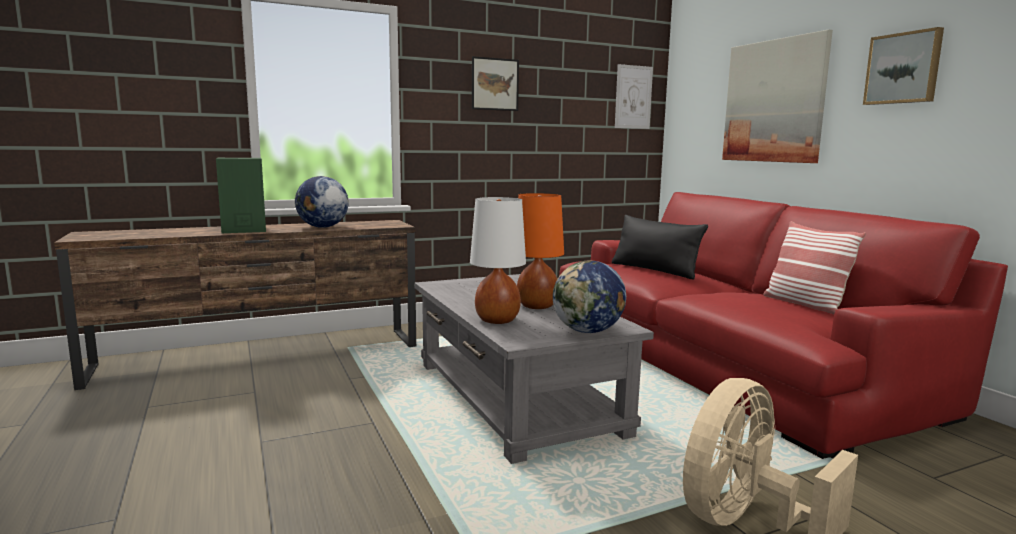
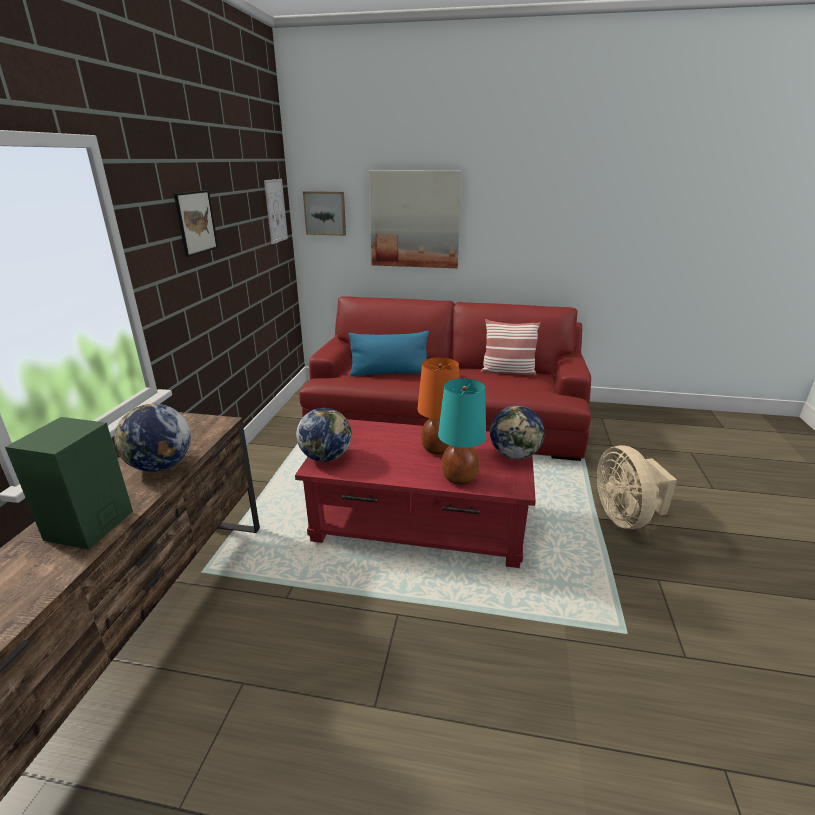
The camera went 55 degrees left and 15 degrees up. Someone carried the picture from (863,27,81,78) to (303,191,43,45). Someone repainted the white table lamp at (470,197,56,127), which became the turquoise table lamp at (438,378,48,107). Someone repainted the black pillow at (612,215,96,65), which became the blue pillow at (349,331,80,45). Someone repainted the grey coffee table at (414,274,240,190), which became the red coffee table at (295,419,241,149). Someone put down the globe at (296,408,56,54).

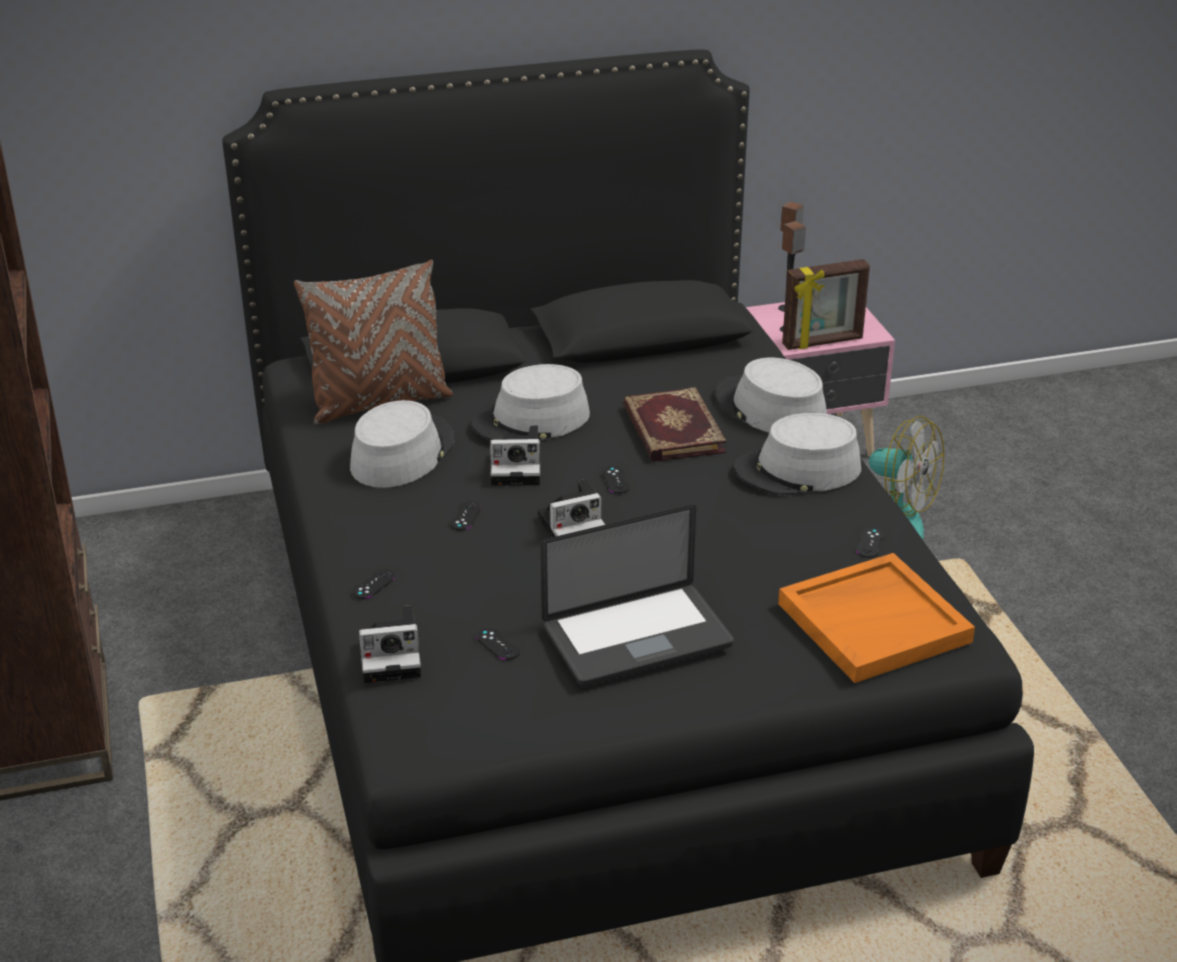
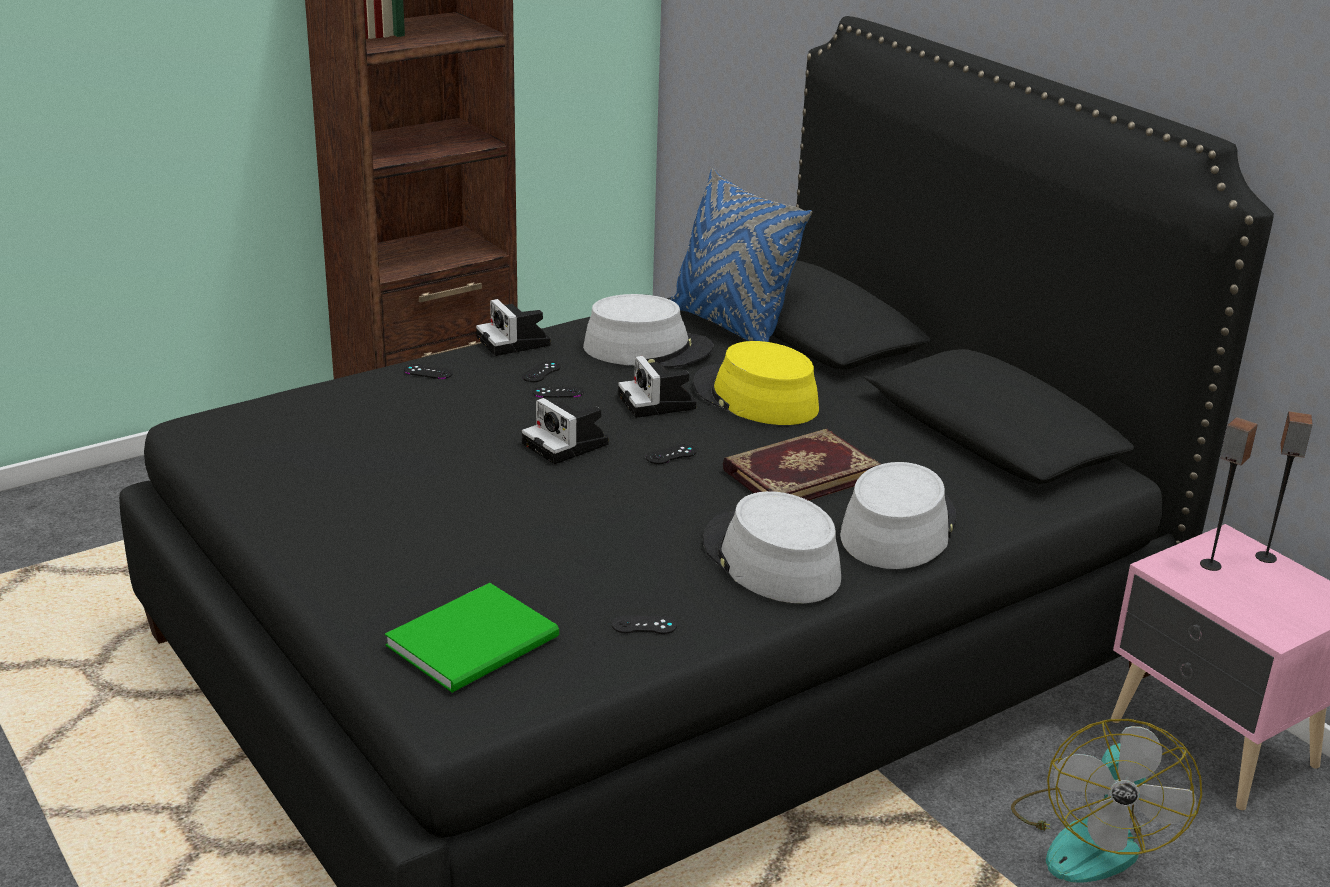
The camera went 70 degrees right and 5 degrees down. Someone took away the picture frame at (782,259,88,91). Someone repainted the brown pillow at (294,260,159,165), which became the blue pillow at (670,169,142,173). Someone repainted the grey hat at (472,364,118,78), which became the yellow hat at (693,341,126,84). Someone took away the laptop at (540,505,194,181). Someone swapped the orange tray at (778,553,197,130) for the green book at (385,583,174,110). Someone carried the photo camera from (359,605,62,78) to (476,299,75,57). Someone carried the black game controller from (476,628,44,32) to (522,361,39,21).

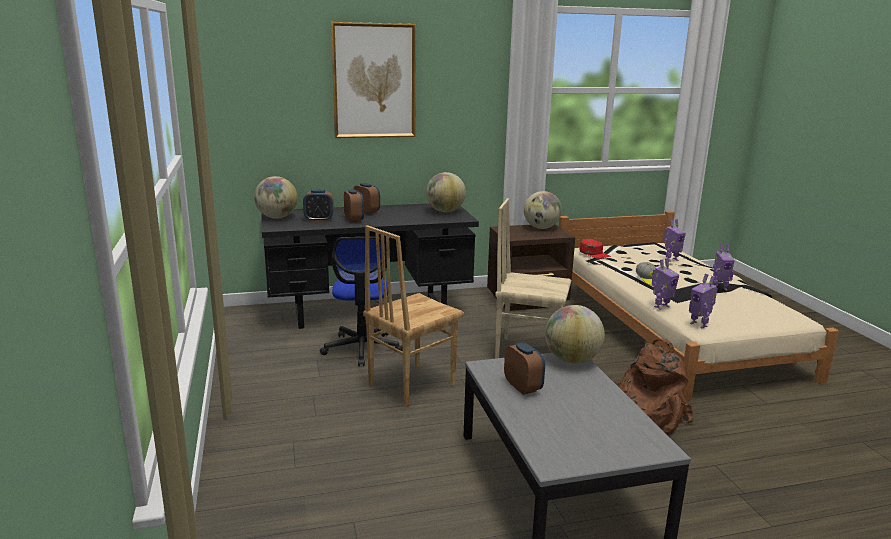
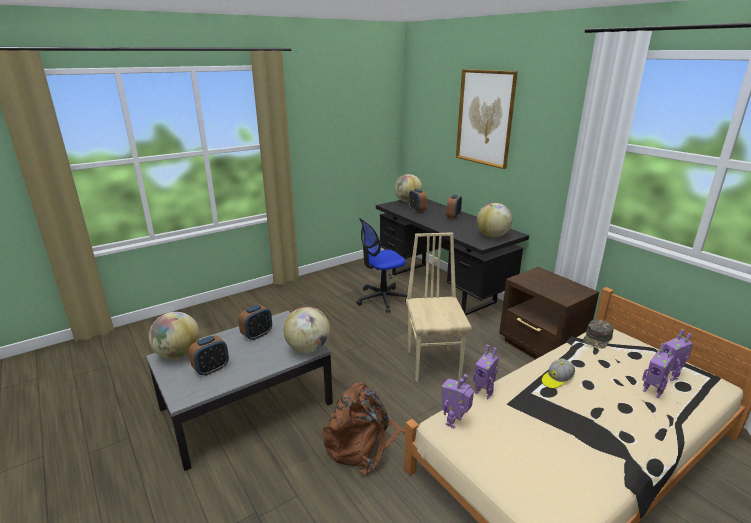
The camera went 70 degrees right and 5 degrees up. Someone carried the alarm clock from (344,189,20,33) to (188,335,41,41). Someone carried the globe from (524,191,38,38) to (149,312,51,47). Someone took away the brown chair at (363,225,101,182). Someone repainted the red cap at (580,239,31,20), which became the green cap at (583,319,31,29). Someone carried the toy robot from (712,244,23,47) to (663,329,30,52).

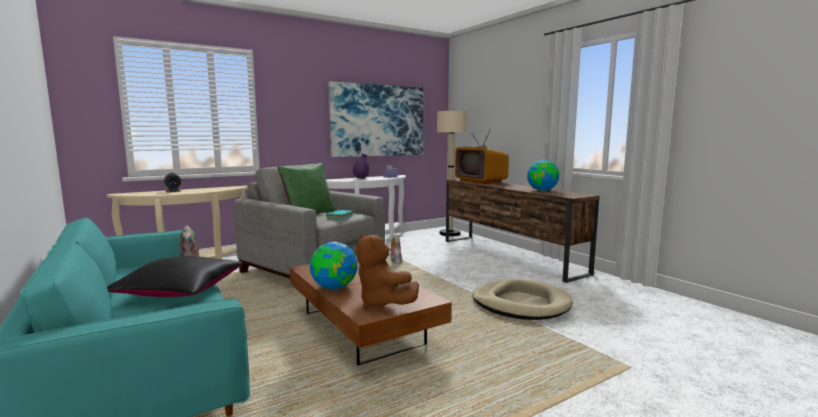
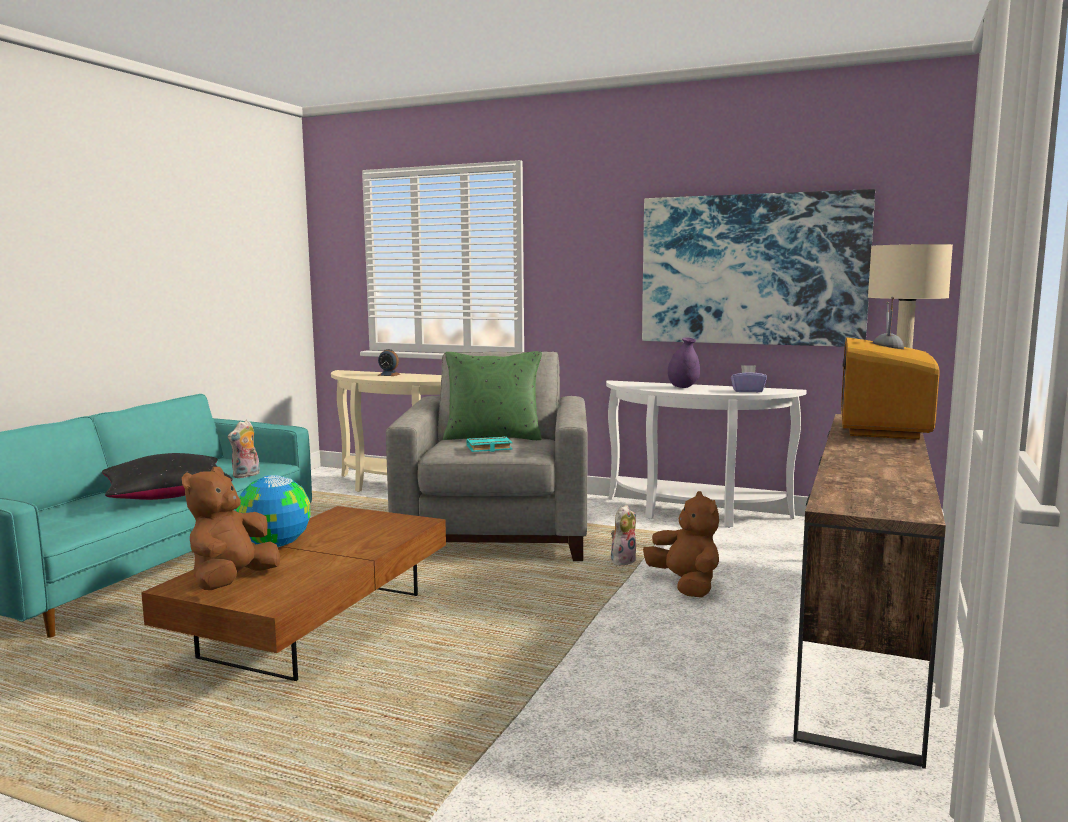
The camera went 55 degrees right and 0 degrees up. Someone took away the globe at (527,160,32,31). Someone took away the beige dog bed at (472,278,101,42). Someone put down the brown plush toy at (643,491,76,107).

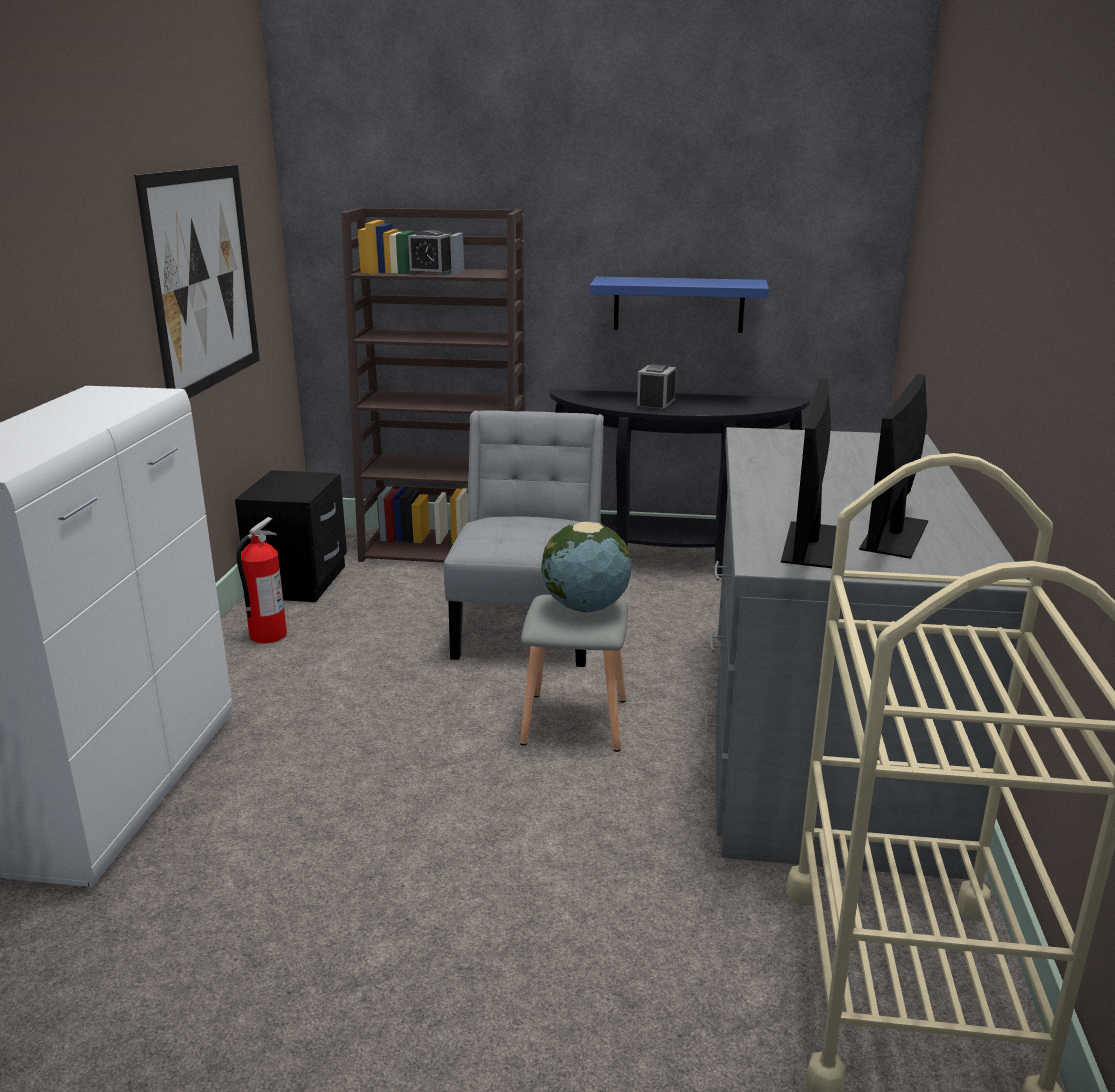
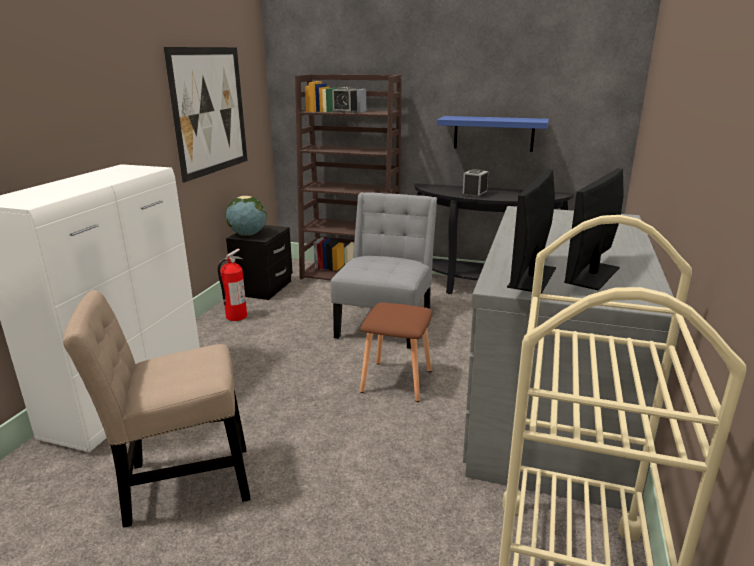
The camera went 10 degrees right and 0 degrees up. Someone carried the globe from (541,521,91,92) to (226,196,41,40). Someone repainted the grey stool at (520,595,108,157), which became the brown stool at (360,302,73,100). Someone put down the beige chair at (63,290,187,238).

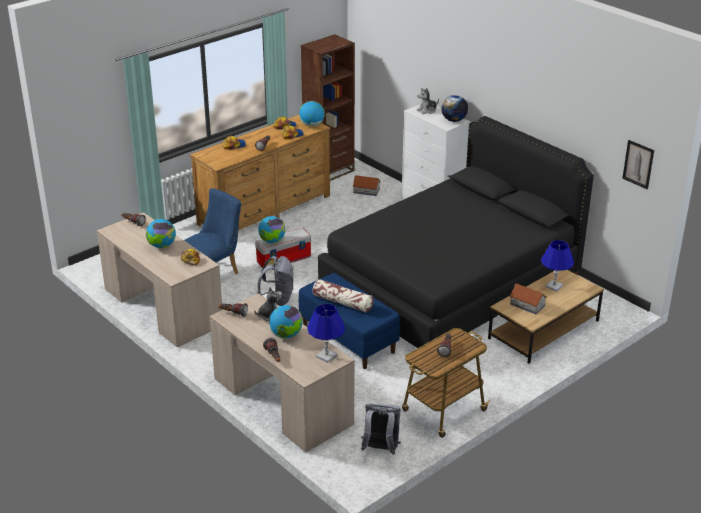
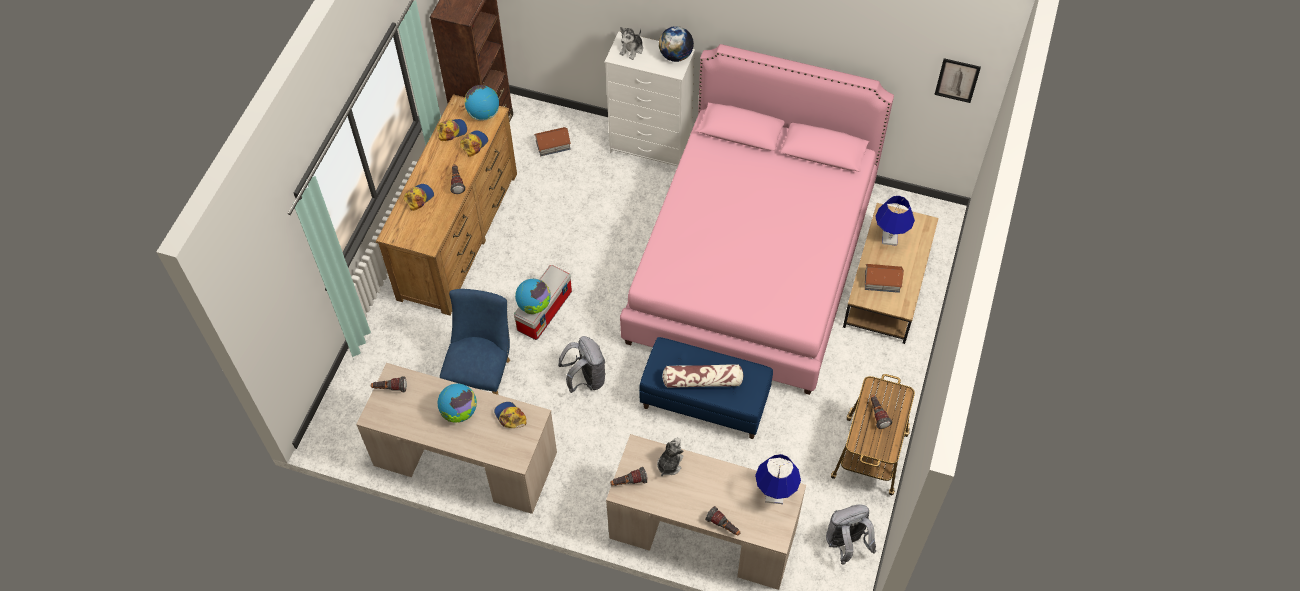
The camera went 30 degrees left and 25 degrees up. Someone repainted the black bed at (318,116,276,232), which became the pink bed at (620,44,274,351). Someone took away the globe at (269,305,33,33).

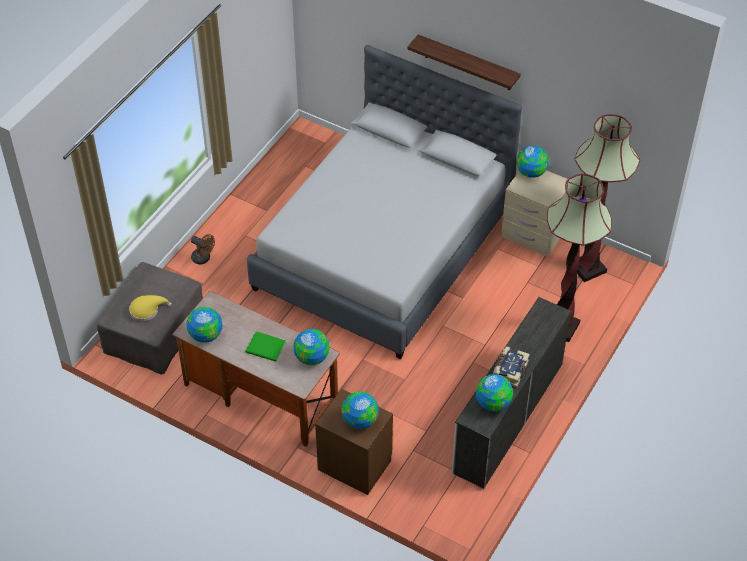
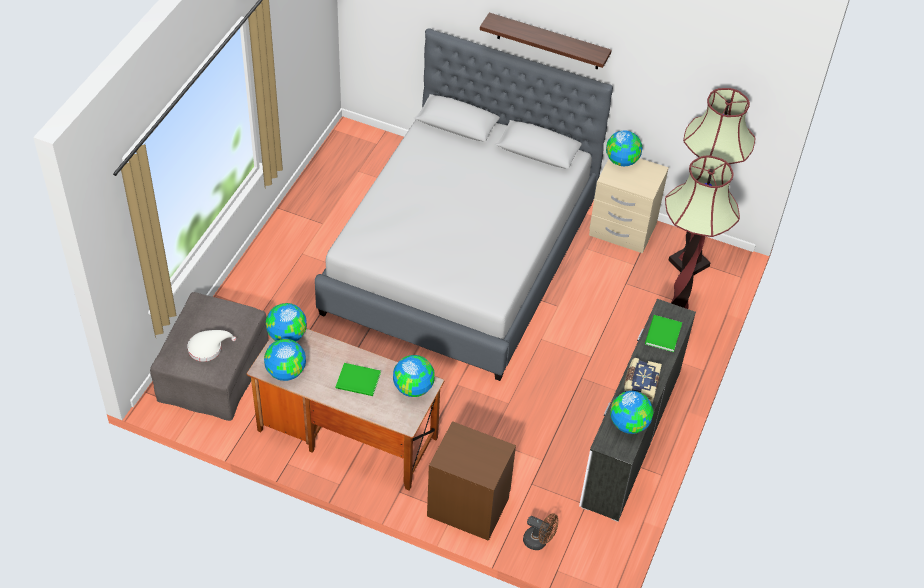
The camera went 10 degrees left and 0 degrees up. Someone carried the brown fan from (191,234,24,31) to (523,513,35,37). Someone repainted the yellow hat at (129,295,43,27), which became the white hat at (187,330,49,32). Someone carried the globe from (342,392,36,37) to (266,303,41,39). Someone put down the green book at (645,315,37,37).

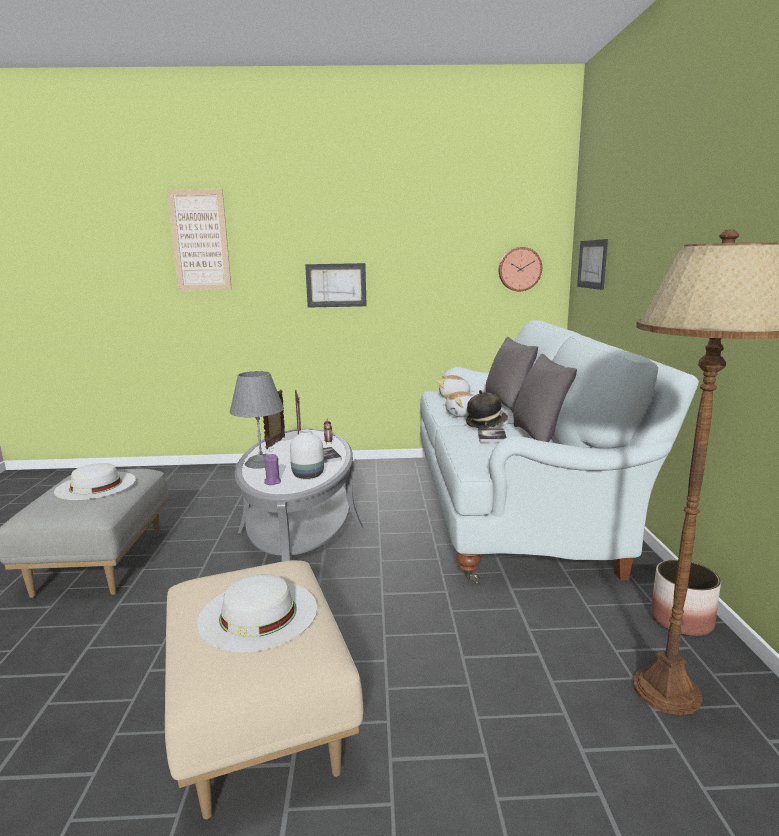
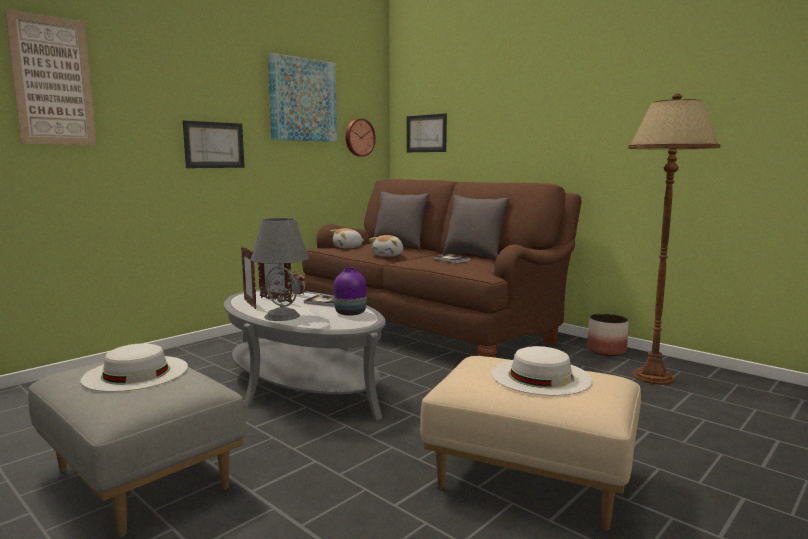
The camera went 45 degrees left and 5 degrees down. Someone repainted the white sofa at (420,320,279,263), which became the brown sofa at (302,179,280,178). Someone took away the hat at (466,390,42,38). Someone repainted the white vase at (290,430,34,49), which became the purple vase at (334,267,33,49). Someone took away the purple candle at (264,454,17,31). Someone put up the picture at (268,53,69,89).

